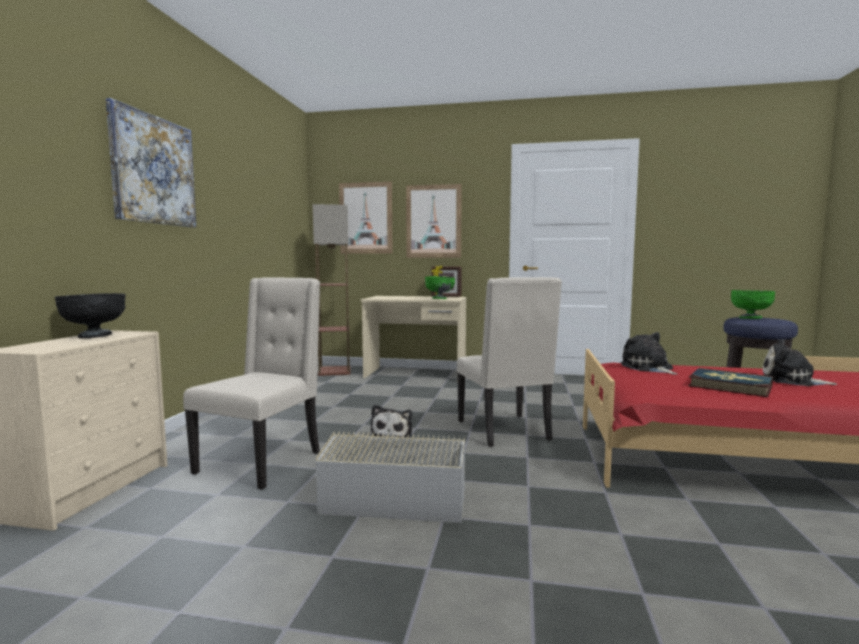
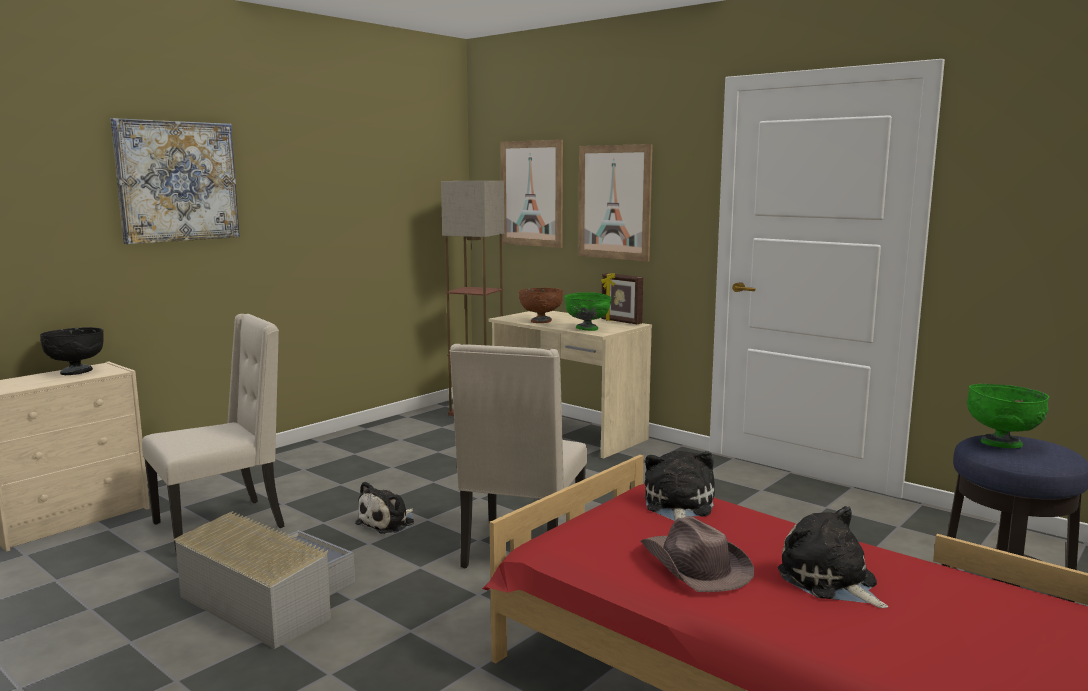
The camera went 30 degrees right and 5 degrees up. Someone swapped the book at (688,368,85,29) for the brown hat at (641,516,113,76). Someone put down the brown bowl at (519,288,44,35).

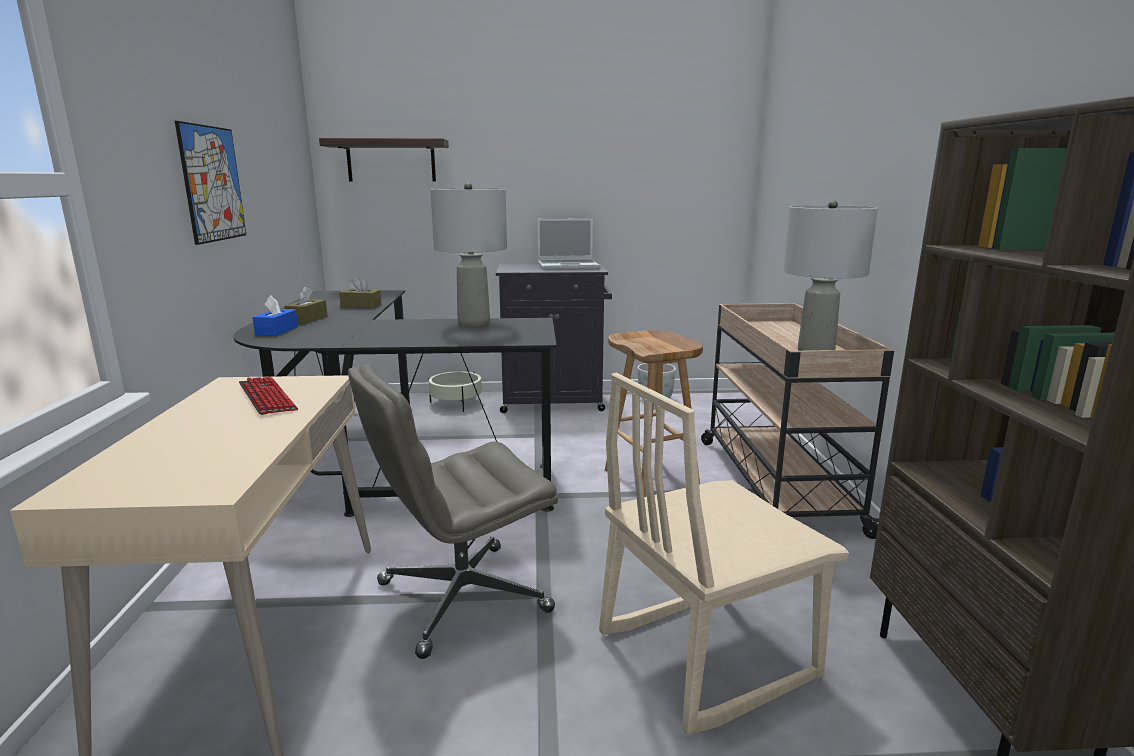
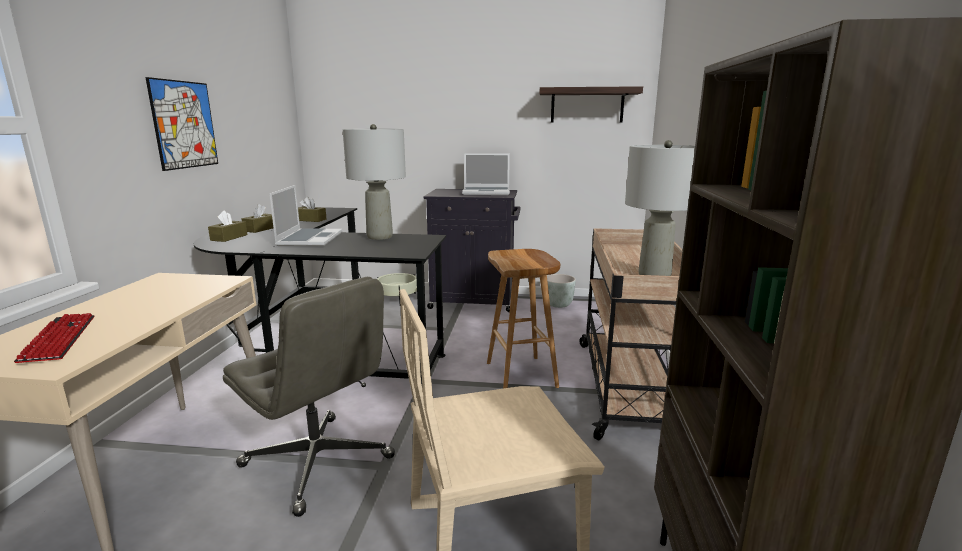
The camera went 10 degrees right and 0 degrees up. Someone carried the shelf from (319,138,130,43) to (540,86,103,37). Someone repainted the blue tissue box at (252,296,46,40), which became the brown tissue box at (208,210,39,32). Someone rotated the grey office chair at (348,365,210,294) by 120 degrees counterclockwise. Someone carried the keyboard from (239,376,59,39) to (14,313,81,50). Someone put down the laptop at (269,185,74,61).

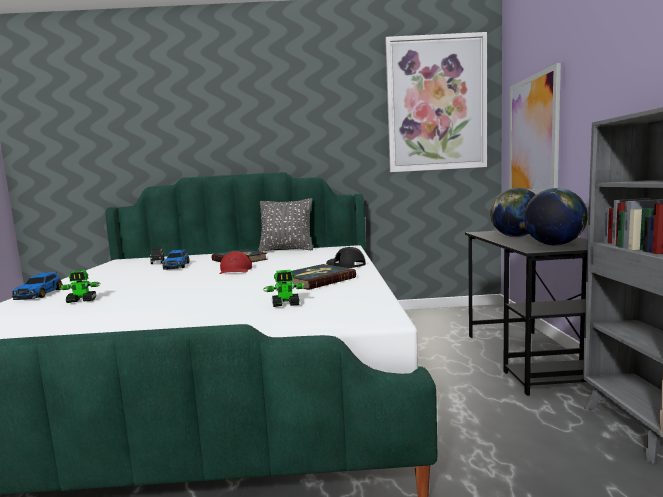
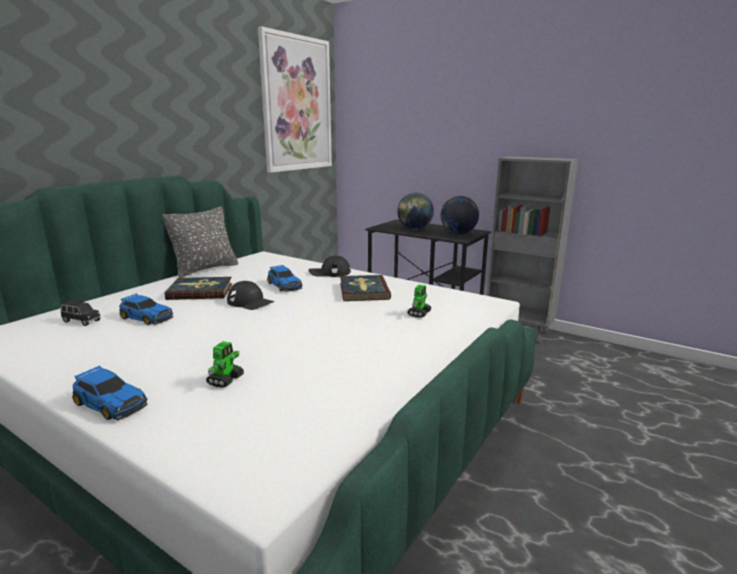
The camera went 55 degrees left and 10 degrees up. Someone took away the picture at (509,63,52,131). Someone repainted the red cap at (220,251,32,23), which became the black cap at (227,281,47,29). Someone put down the toy car at (267,265,36,27).

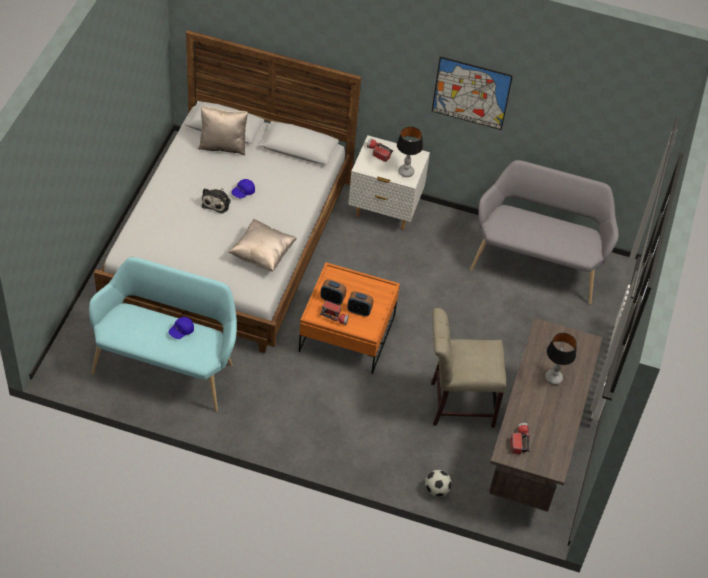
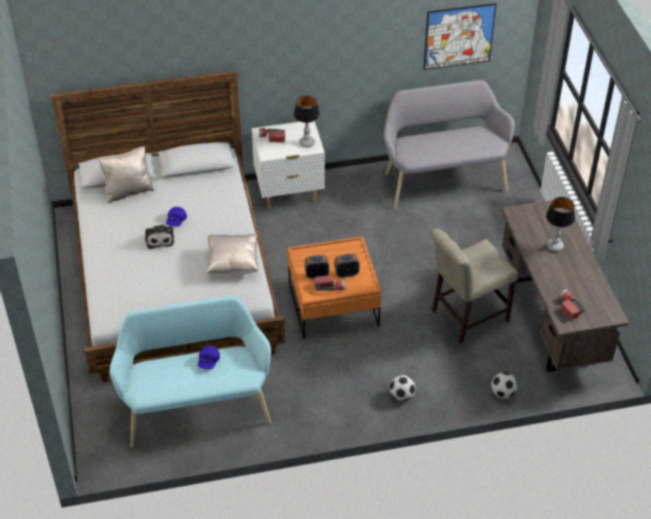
The camera went 25 degrees left and 5 degrees down. Someone carried the picture from (432,56,81,74) to (423,3,73,67). Someone put down the football at (390,375,26,26).

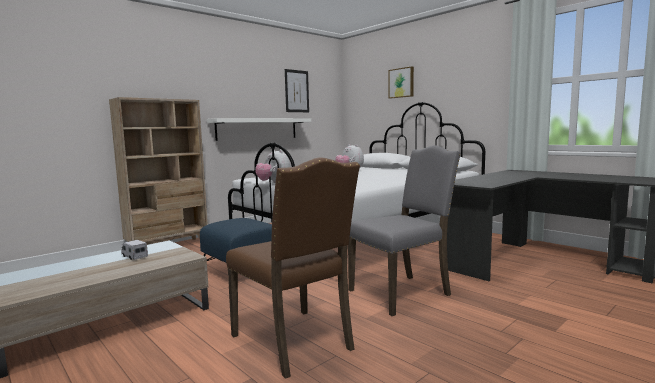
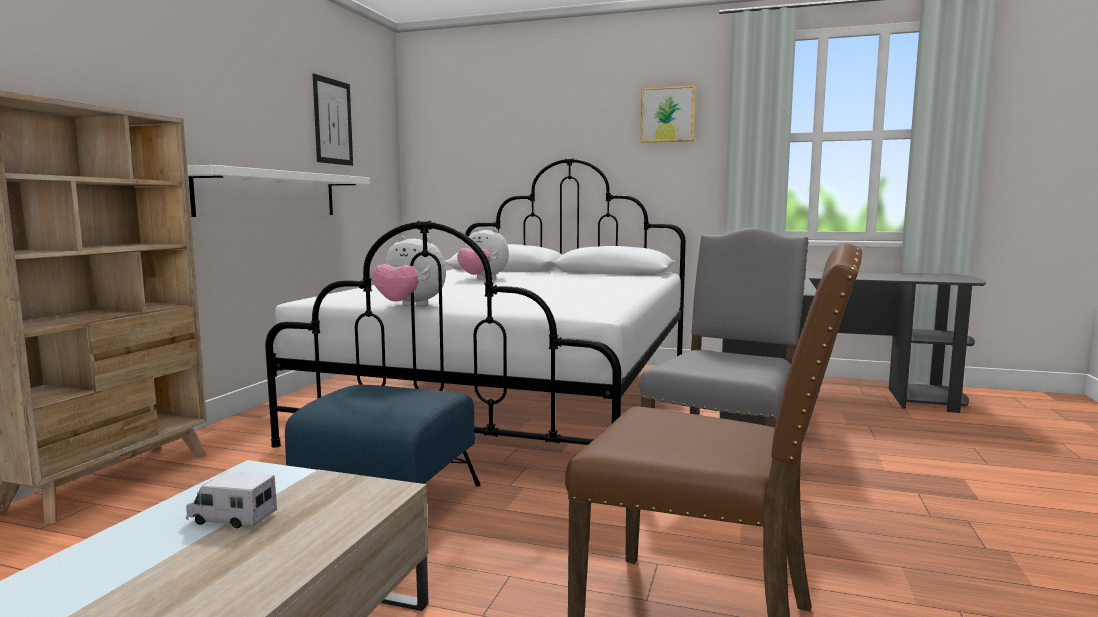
The camera went 30 degrees left and 0 degrees up. Someone carried the picture from (389,66,25,33) to (641,85,55,58).

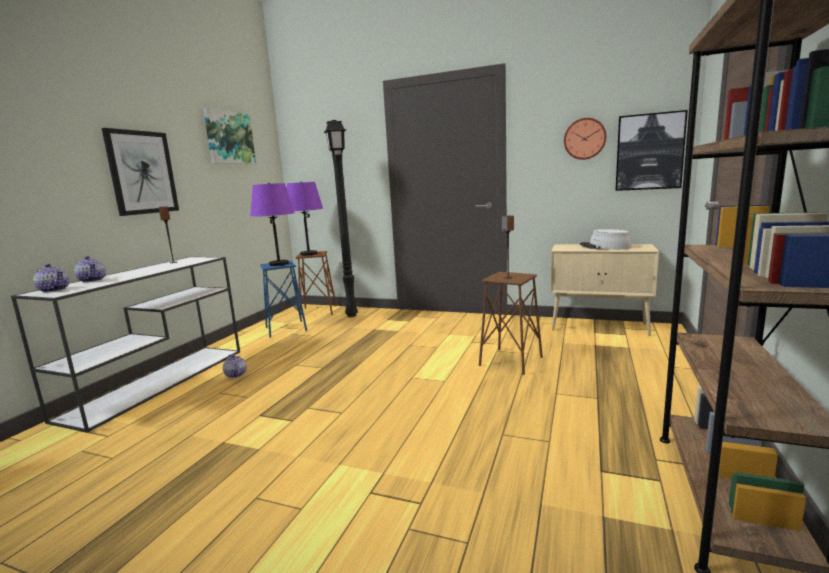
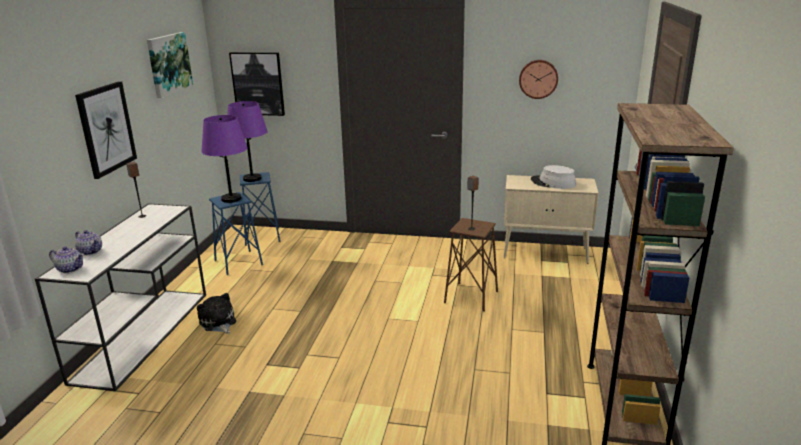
The camera went 10 degrees left and 10 degrees up. Someone carried the picture from (615,110,73,81) to (229,52,56,64). Someone took away the black floor lamp at (324,120,34,197). Someone repainted the brown stool at (296,251,40,64), which became the blue stool at (240,172,40,74). Someone swapped the teapot at (223,354,24,24) for the plush toy at (197,293,39,41).

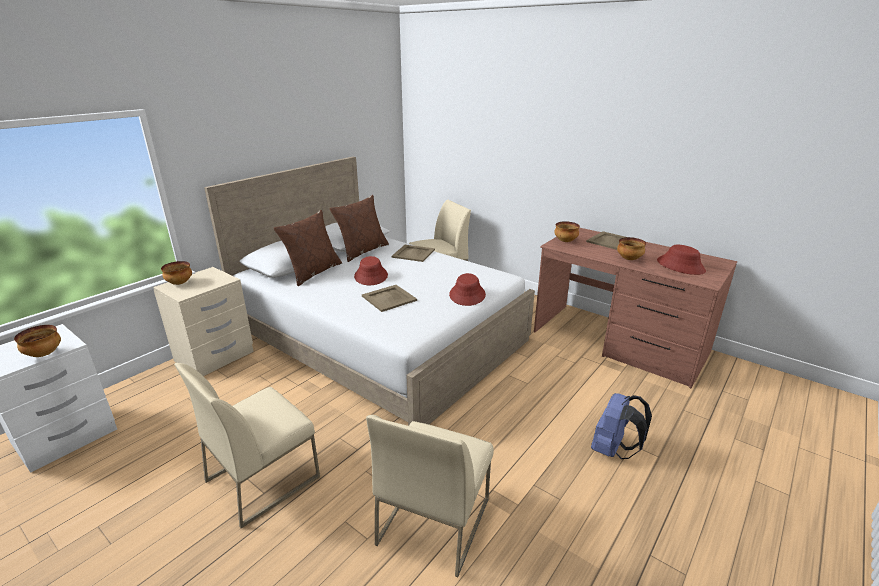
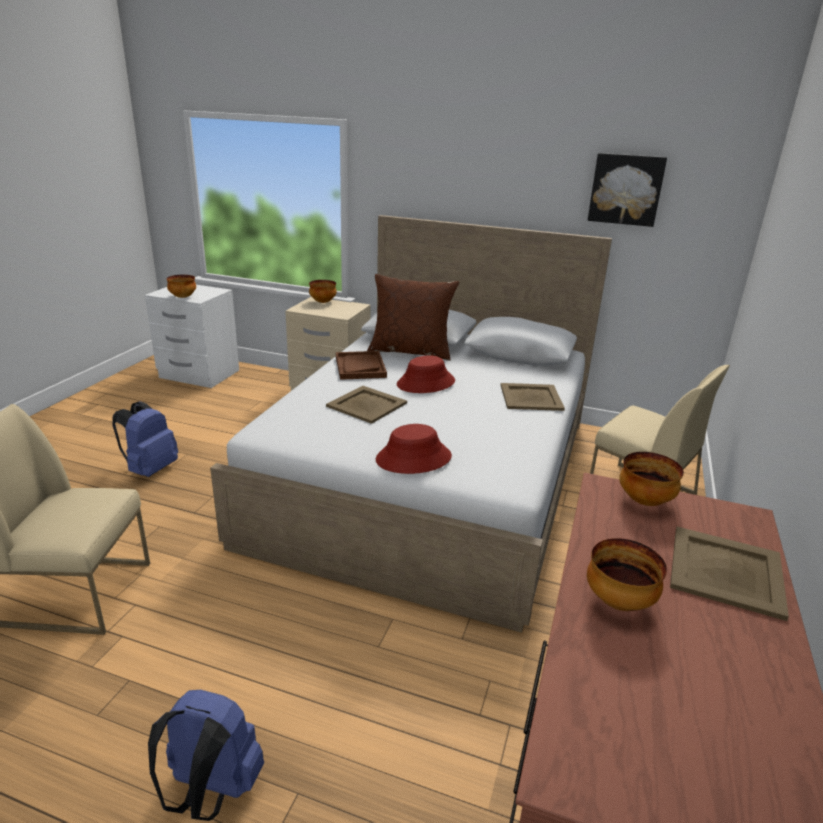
The camera went 70 degrees right and 0 degrees up. Someone took away the brown pillow at (329,195,60,67). Someone took away the red hat at (657,245,49,30). Someone swapped the beige chair at (174,363,146,165) for the blue backpack at (113,402,65,75). Someone put up the picture at (588,153,79,74). Someone put down the brown tray at (336,351,51,29).

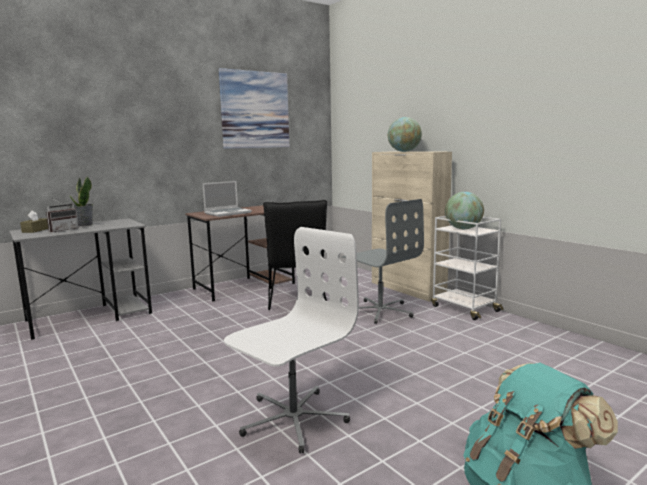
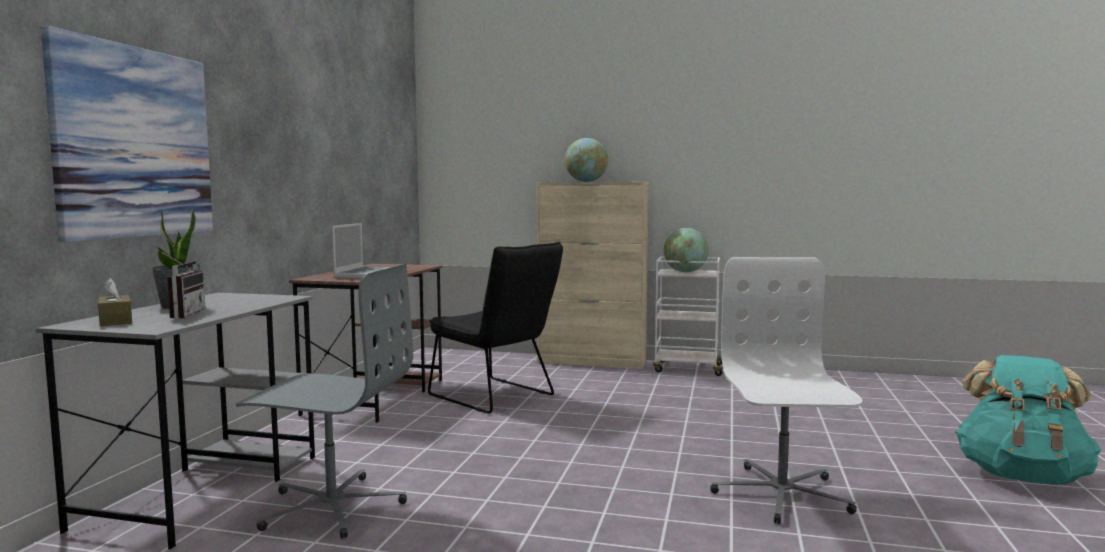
The camera went 40 degrees left and 5 degrees down. Someone carried the picture from (218,68,71,81) to (41,26,172,216). Someone carried the grey office chair from (342,199,82,125) to (236,264,177,275).

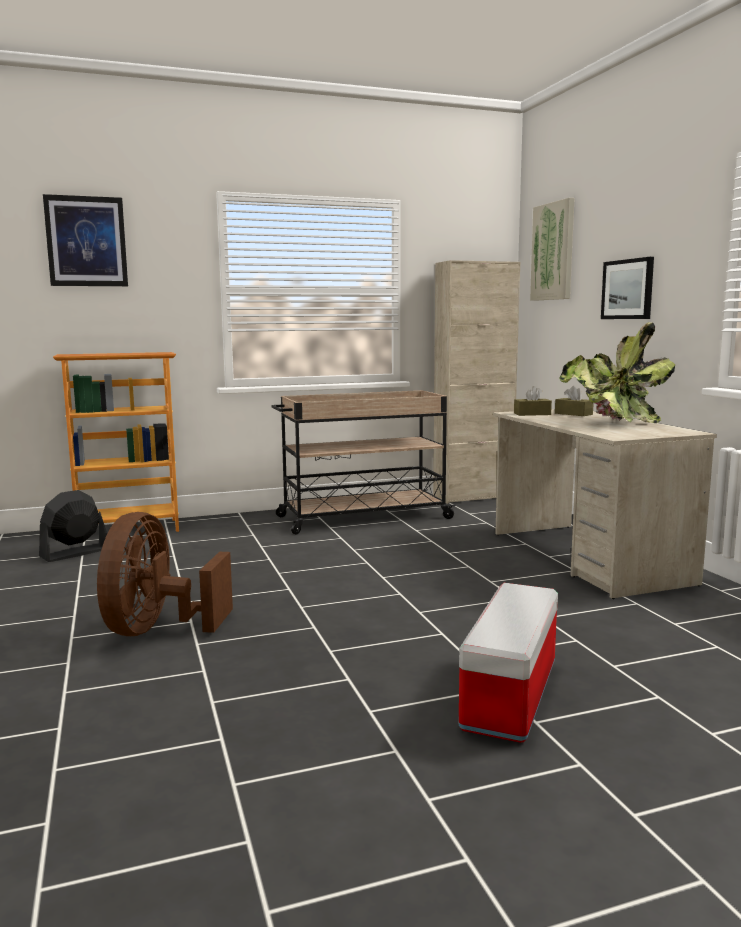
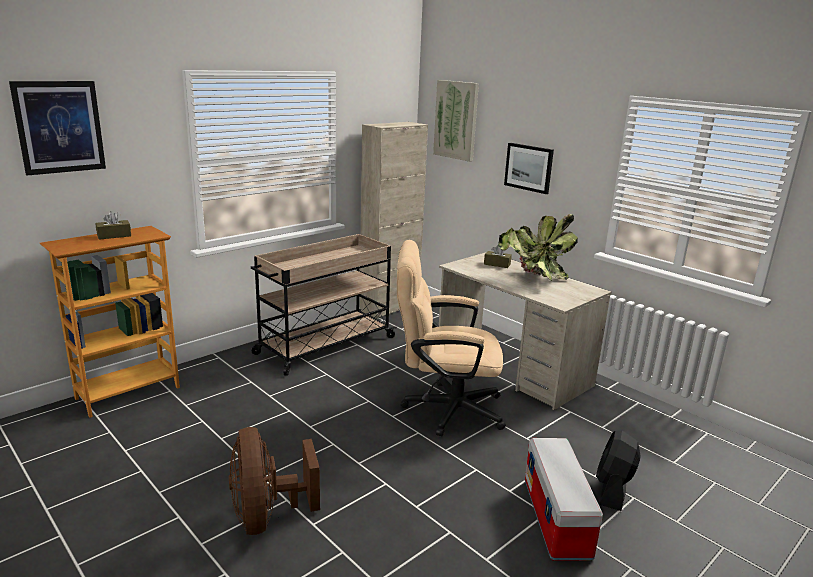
The camera went 25 degrees left and 10 degrees up. Someone carried the brown tissue box from (514,386,38,30) to (95,211,36,29). Someone carried the black fan from (39,490,68,72) to (596,430,45,81). Someone put down the beige office chair at (397,240,109,196).

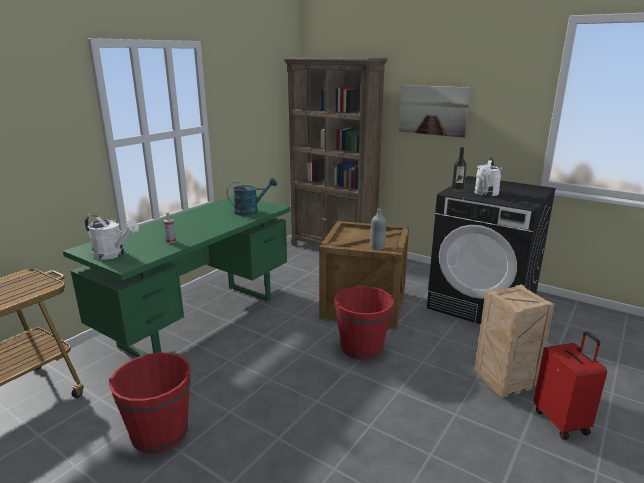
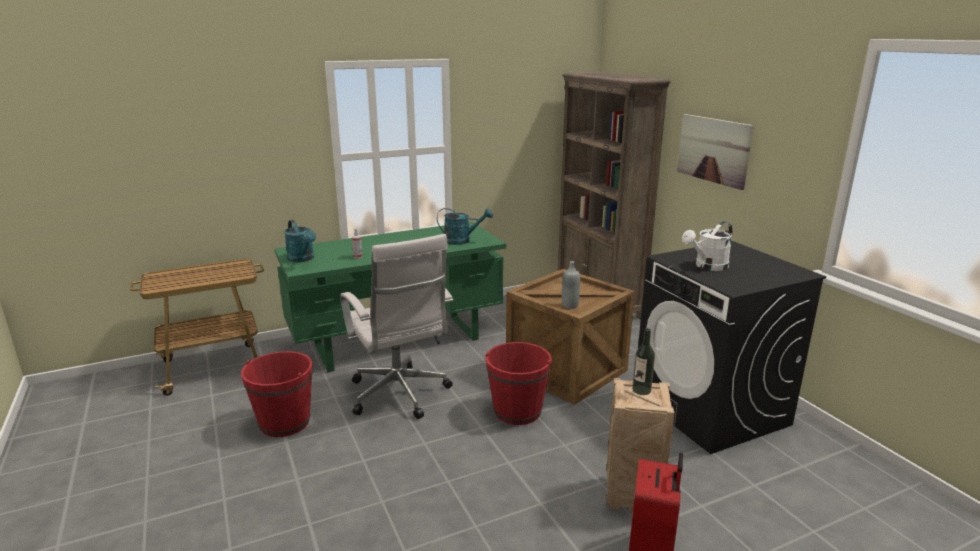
The camera went 30 degrees right and 0 degrees up. Someone carried the bottle from (452,147,15,45) to (632,328,23,67). Someone repainted the white watering can at (85,214,54,45), which became the turquoise watering can at (284,220,32,42). Someone put down the white office chair at (340,234,113,185).

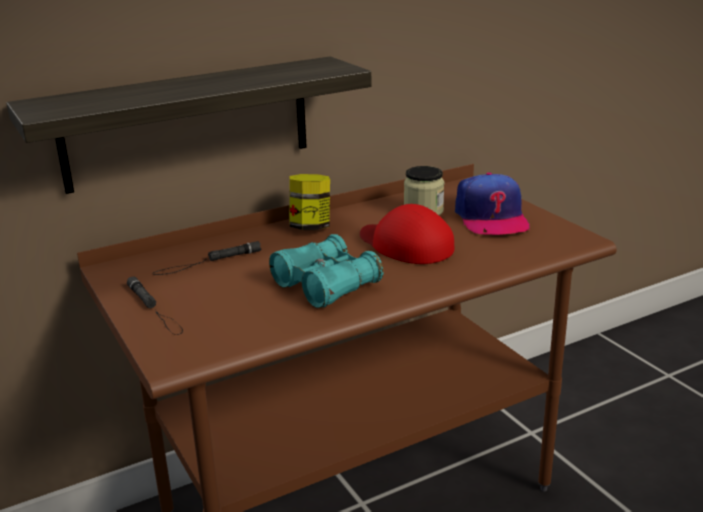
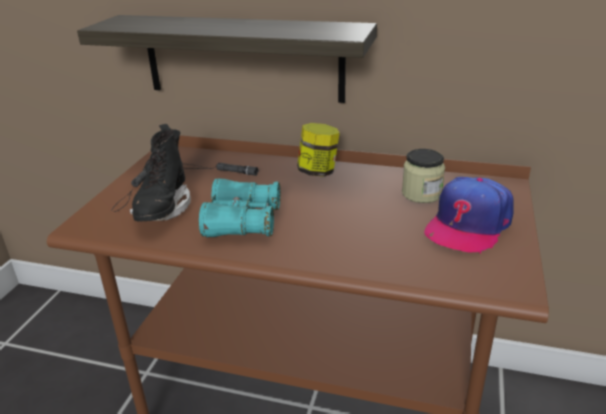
The camera went 45 degrees right and 5 degrees up. Someone took away the red cap at (360,204,94,60). Someone put down the black boot at (130,124,61,97).

